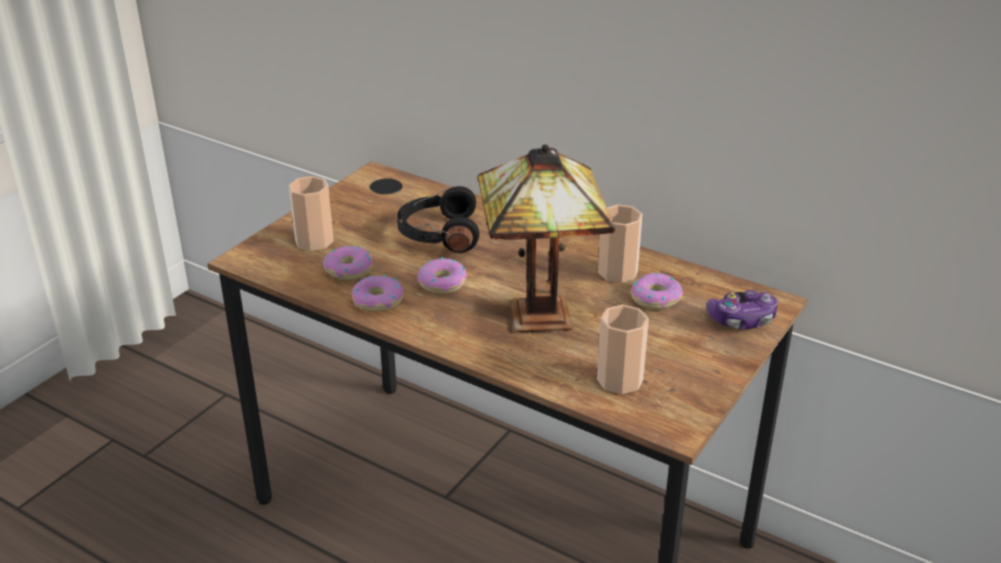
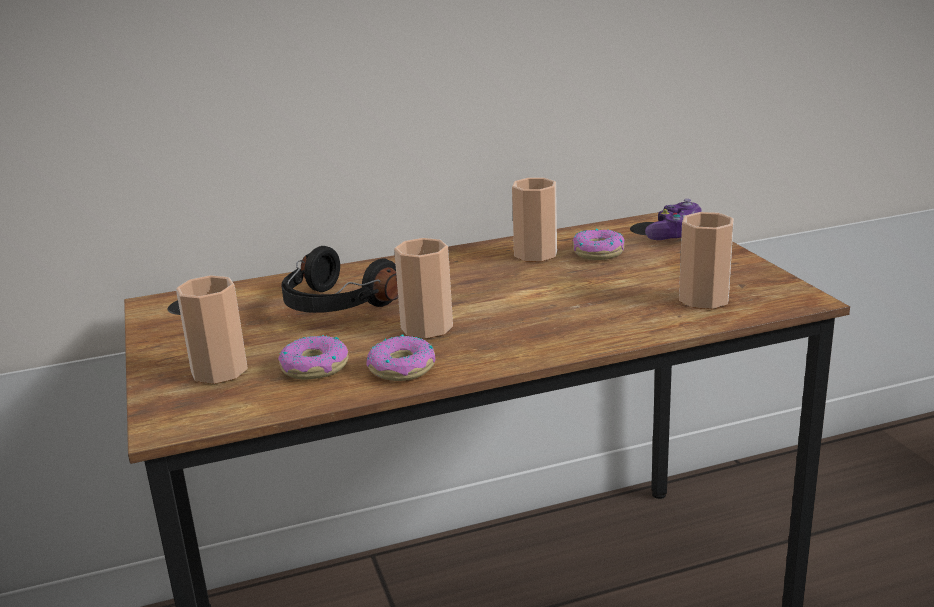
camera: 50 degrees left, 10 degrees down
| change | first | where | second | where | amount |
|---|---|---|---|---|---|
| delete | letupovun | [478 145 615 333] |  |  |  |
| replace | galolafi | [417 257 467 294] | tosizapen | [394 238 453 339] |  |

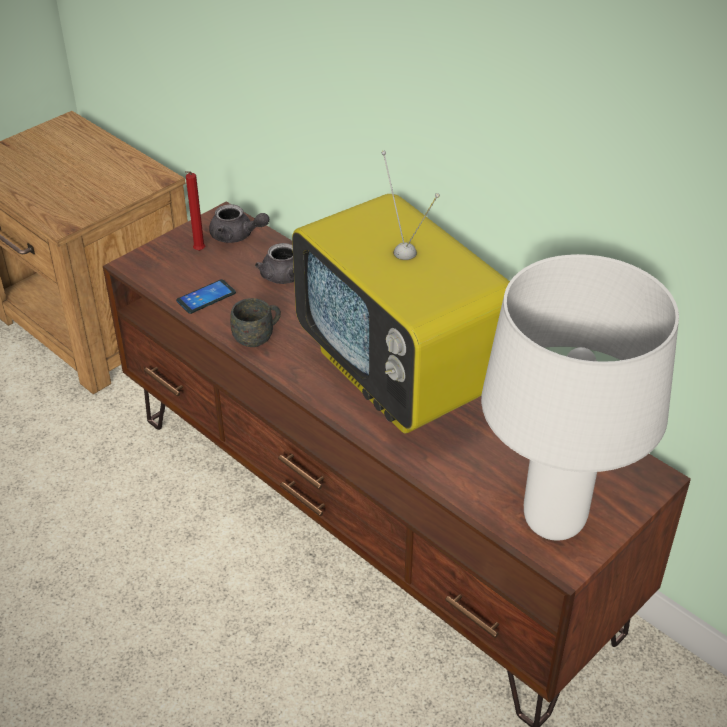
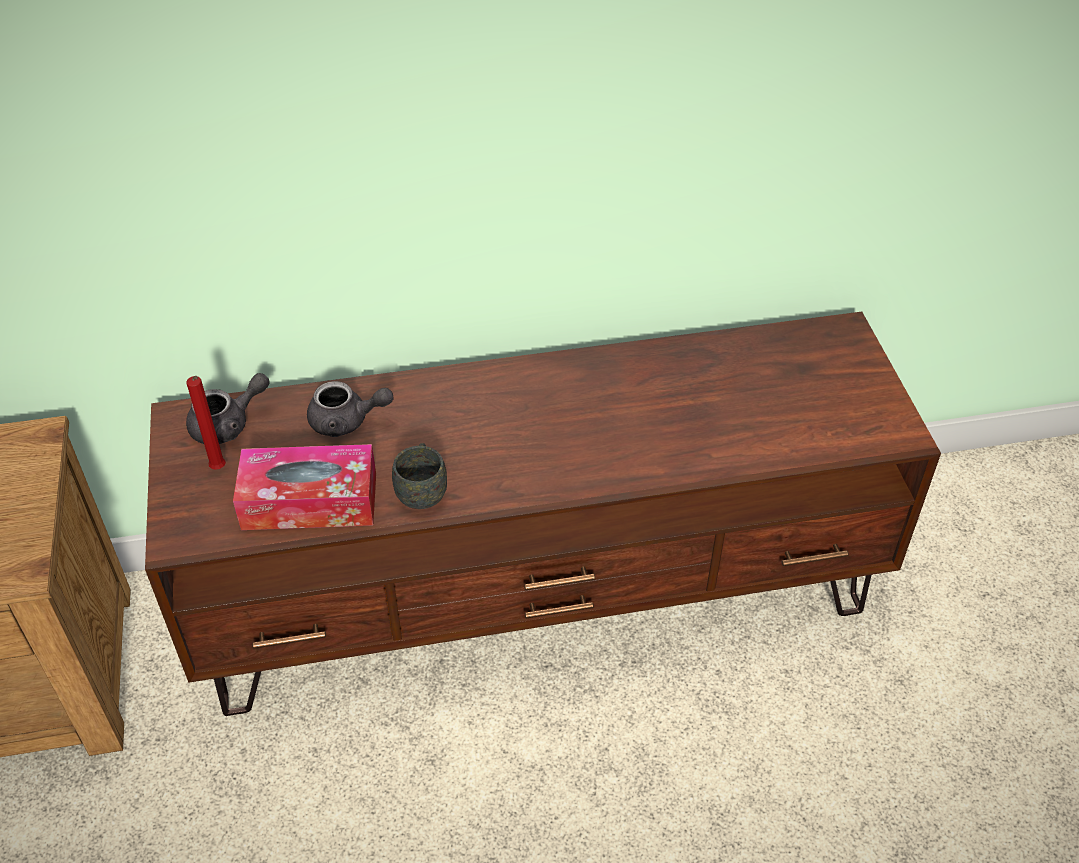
camera: 55 degrees left, 5 degrees up
| change | first | where | second | where | amount |
|---|---|---|---|---|---|
| delete | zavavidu | [292 151 510 433] |  |  |  |
| delete | white letupovun | [481 254 679 541] |  |  |  |
| replace | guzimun | [176 279 236 314] | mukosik | [233 444 376 530] |  |

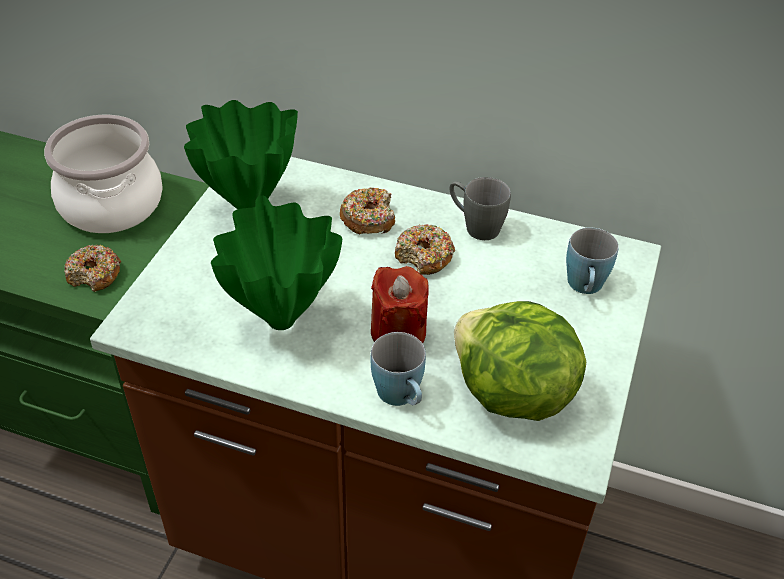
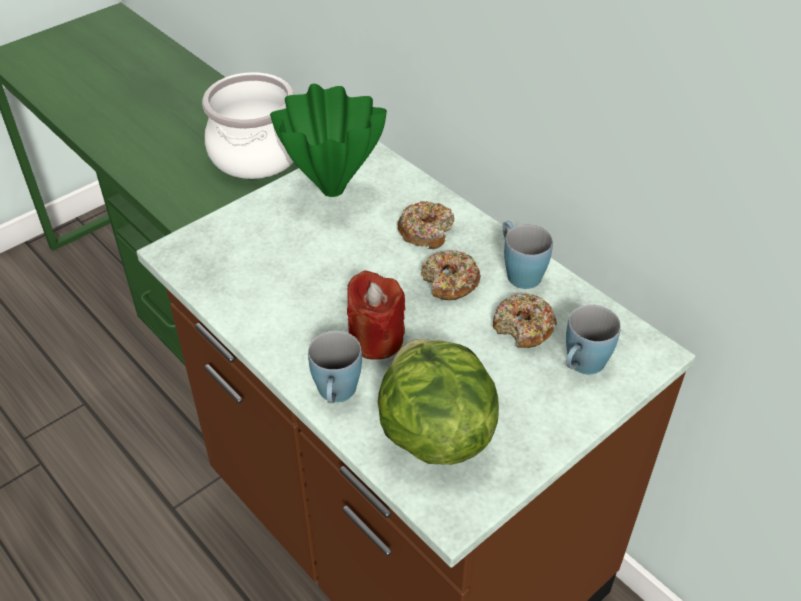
camera: 30 degrees right, 0 degrees up
| change | first | where | second | where | amount |
|---|---|---|---|---|---|
| recolor | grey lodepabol | [450 177 511 240] | blue lodepabol | [503 221 553 289] |  |
| delete | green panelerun | [211 195 342 330] |  |  |  |
| move | galolafi | [64 244 121 292] |  | [493 294 557 348] |  |

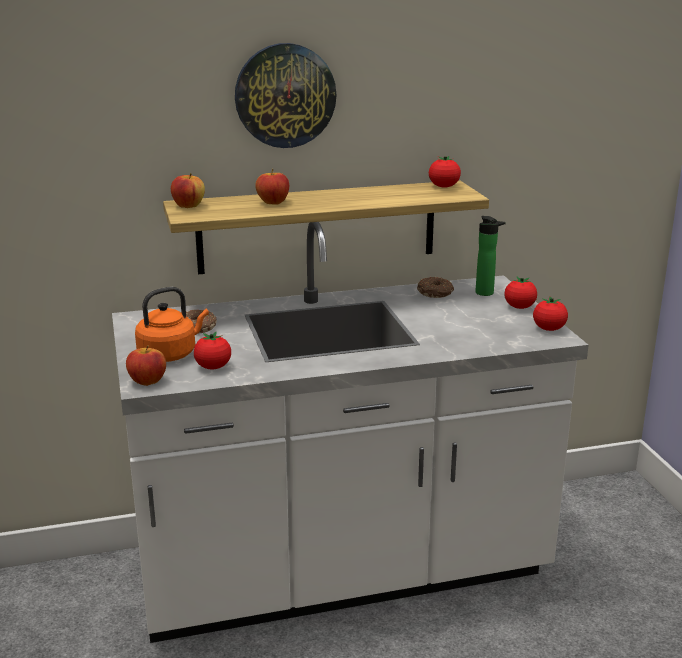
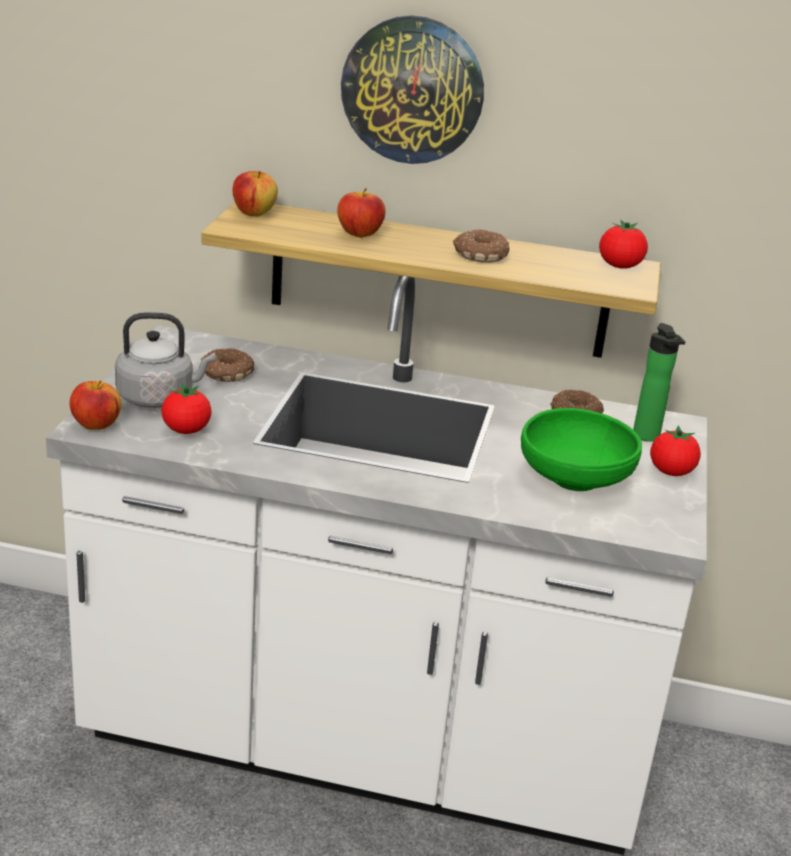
camera: 25 degrees right, 5 degrees up
| change | first | where | second | where | amount |
|---|---|---|---|---|---|
| recolor | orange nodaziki | [135 287 209 362] | grey nodaziki | [115 312 215 408] |  |
| delete | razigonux | [533 297 568 331] |  |  |  |
| insert |  |  | galolafi | [453 229 510 263] |  |
| insert |  |  | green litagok | [521 408 642 491] |  |

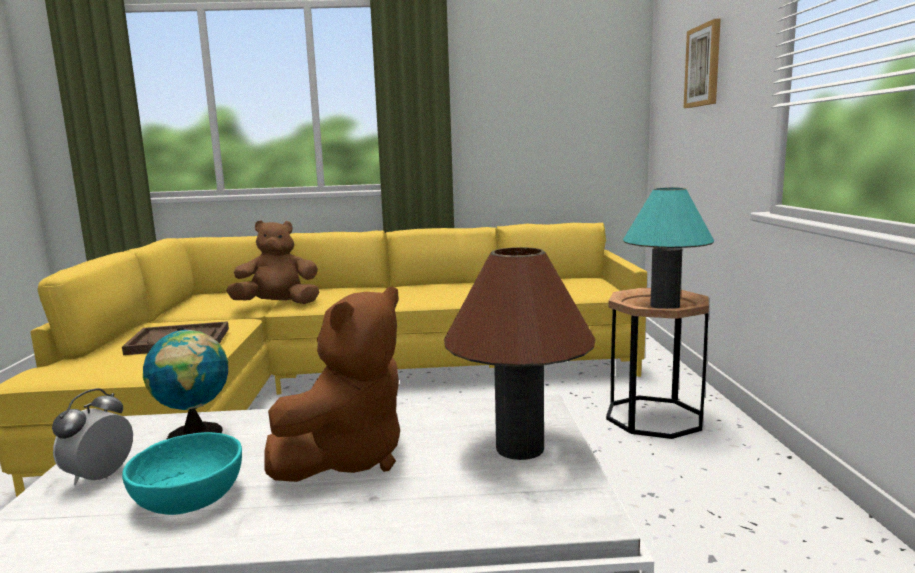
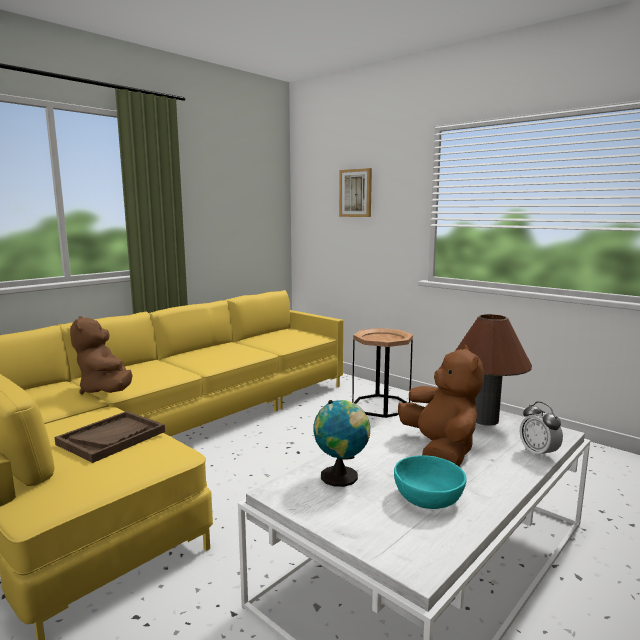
camera: 45 degrees left, 0 degrees up
| change | first | where | second | where | amount |
|---|---|---|---|---|---|
| delete | turquoise letupovun | [623 188 714 309] |  |  |  |
| rotate | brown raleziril | [226 220 320 304] |  | [70 316 132 395] | 60 degrees counterclockwise |
| move | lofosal | [52 388 133 485] |  | [520 402 563 460] |  |

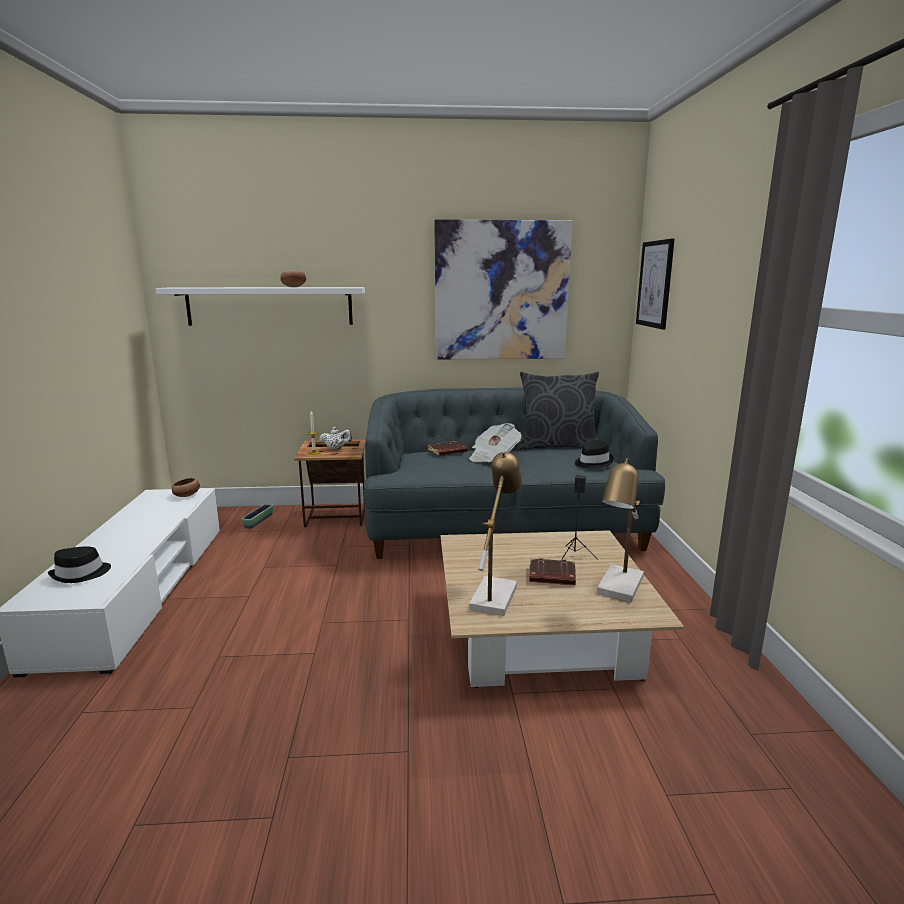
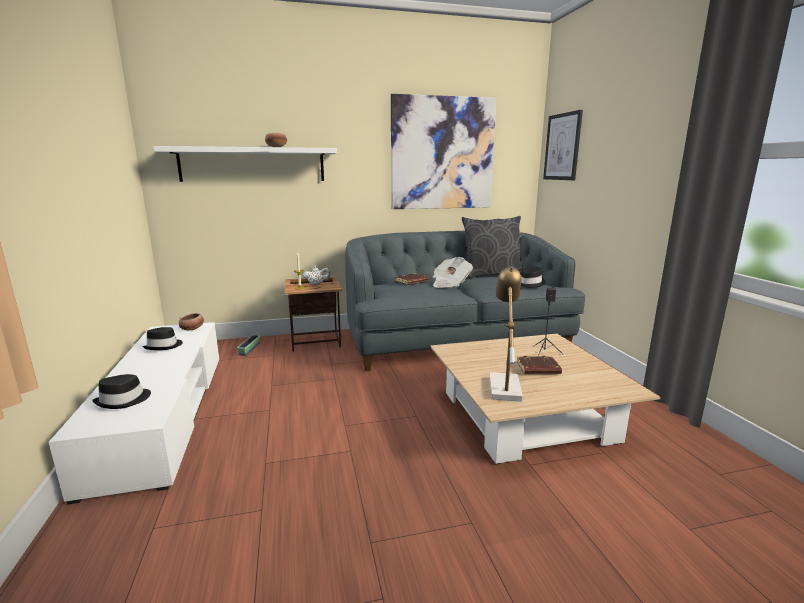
camera: 10 degrees left, 0 degrees up
| change | first | where | second | where | amount |
|---|---|---|---|---|---|
| delete | letupovun | [597 458 644 602] |  |  |  |
| insert |  |  | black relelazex | [142 327 183 350] |  |

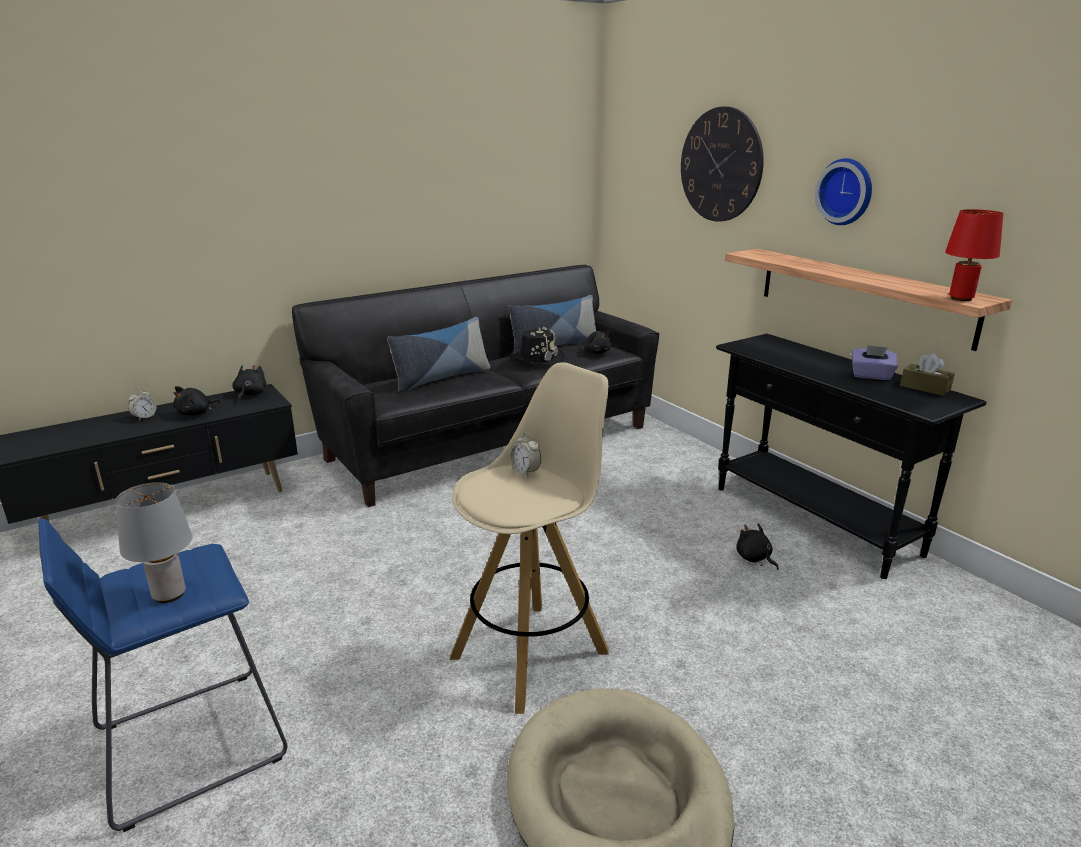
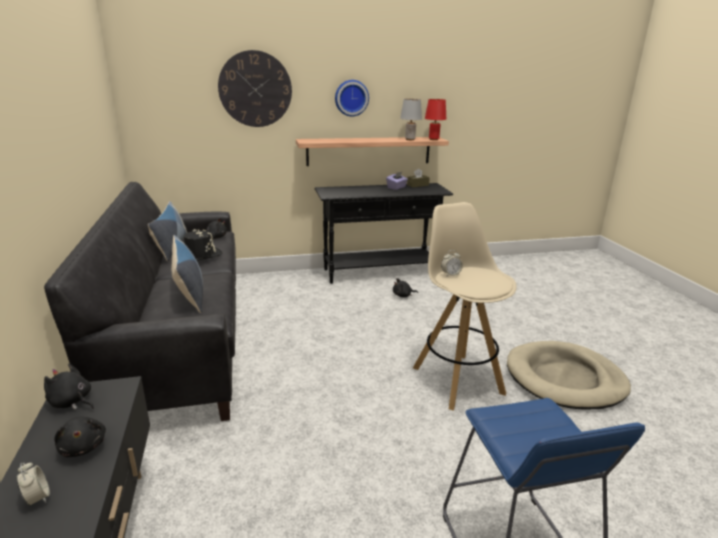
camera: 70 degrees left, 0 degrees up
| change | first | where | second | where | amount |
|---|---|---|---|---|---|
| move | grey letupovun | [115 482 192 603] |  | [400 99 422 140] |  |

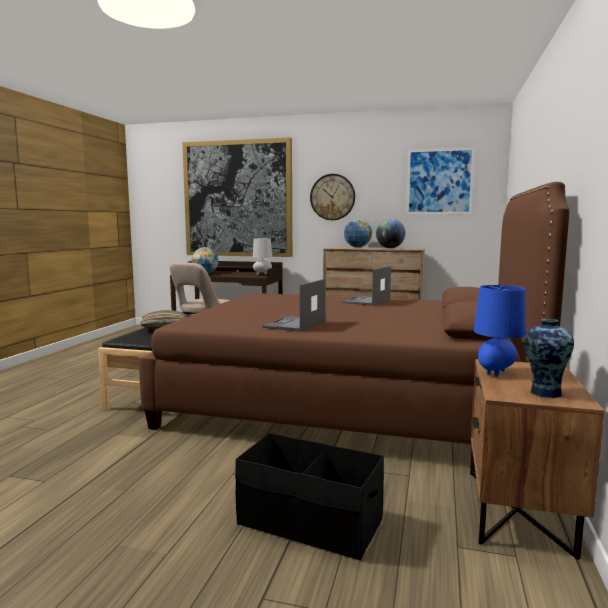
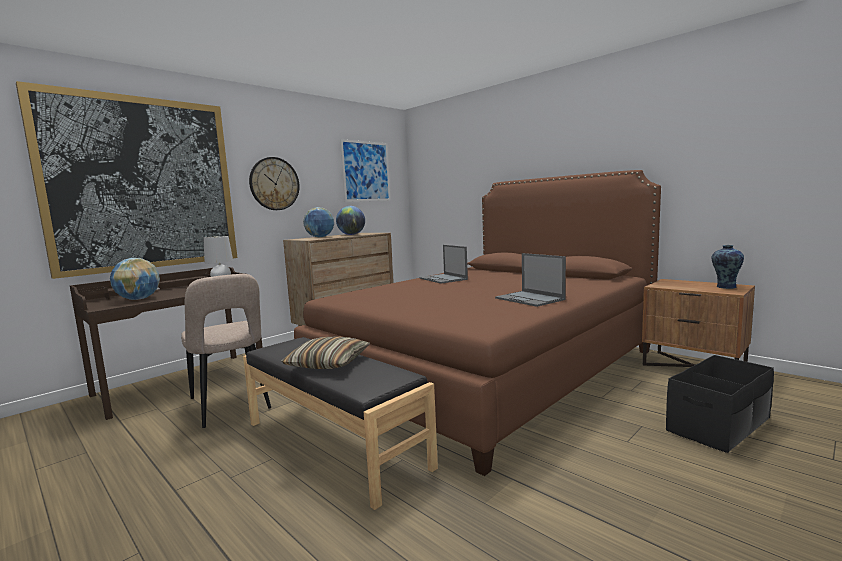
camera: 60 degrees left, 0 degrees up
| change | first | where | second | where | amount |
|---|---|---|---|---|---|
| delete | blue letupovun | [474 285 526 377] |  |  |  |

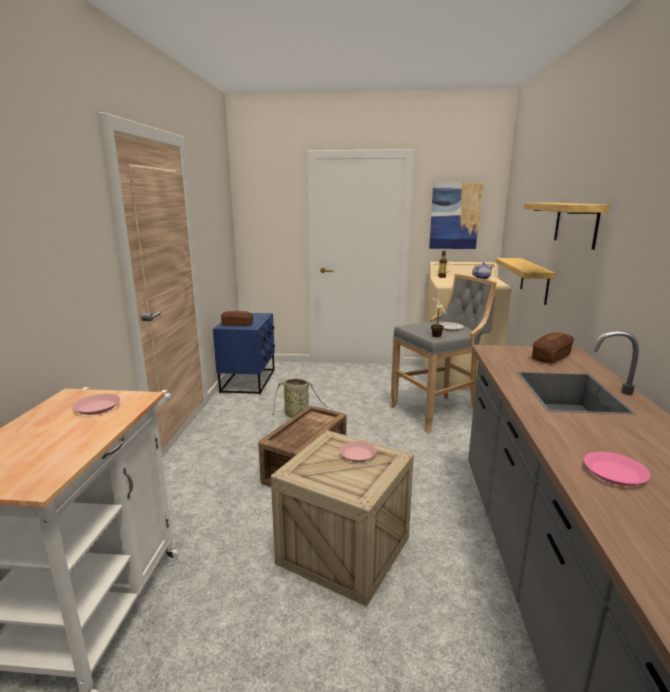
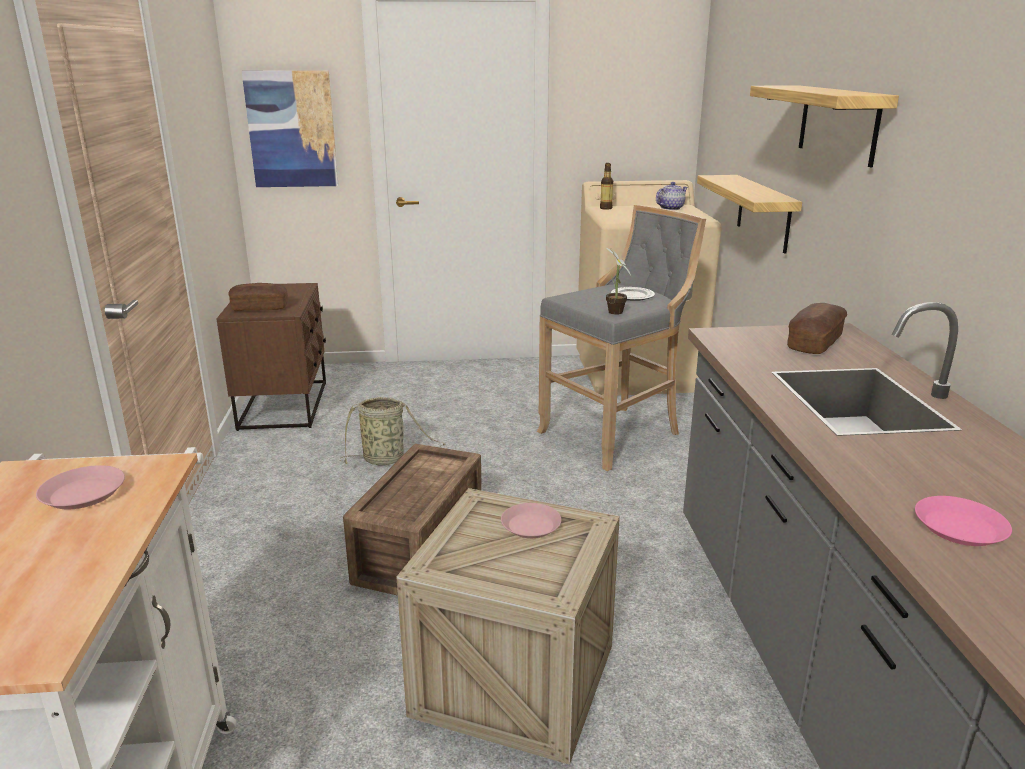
camera: 10 degrees left, 5 degrees up
| change | first | where | second | where | amount |
|---|---|---|---|---|---|
| move | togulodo | [429 182 483 249] |  | [242 70 338 187] |  |
| recolor | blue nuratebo | [213 313 275 395] | brown nuratebo | [217 283 326 431] |  |

